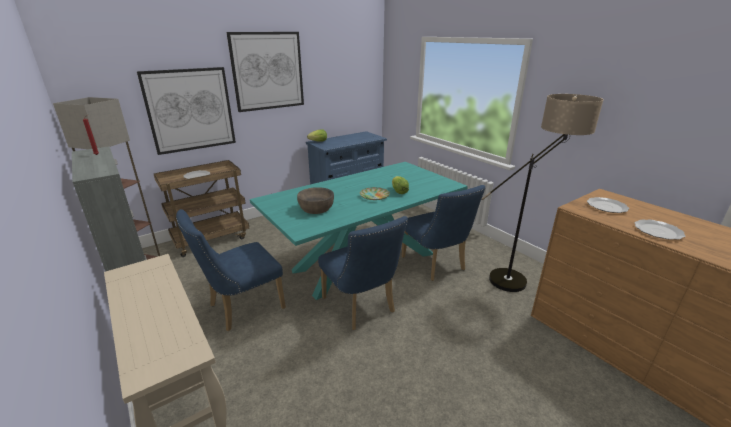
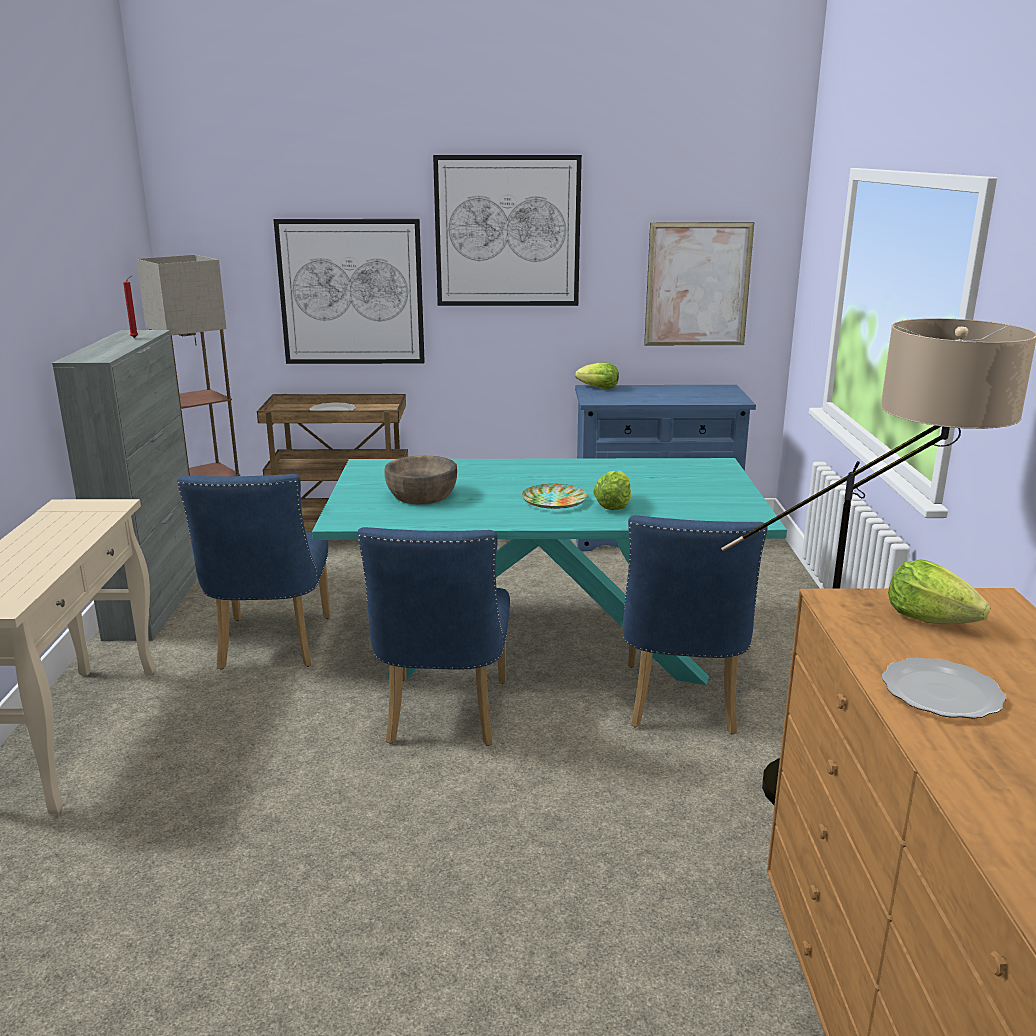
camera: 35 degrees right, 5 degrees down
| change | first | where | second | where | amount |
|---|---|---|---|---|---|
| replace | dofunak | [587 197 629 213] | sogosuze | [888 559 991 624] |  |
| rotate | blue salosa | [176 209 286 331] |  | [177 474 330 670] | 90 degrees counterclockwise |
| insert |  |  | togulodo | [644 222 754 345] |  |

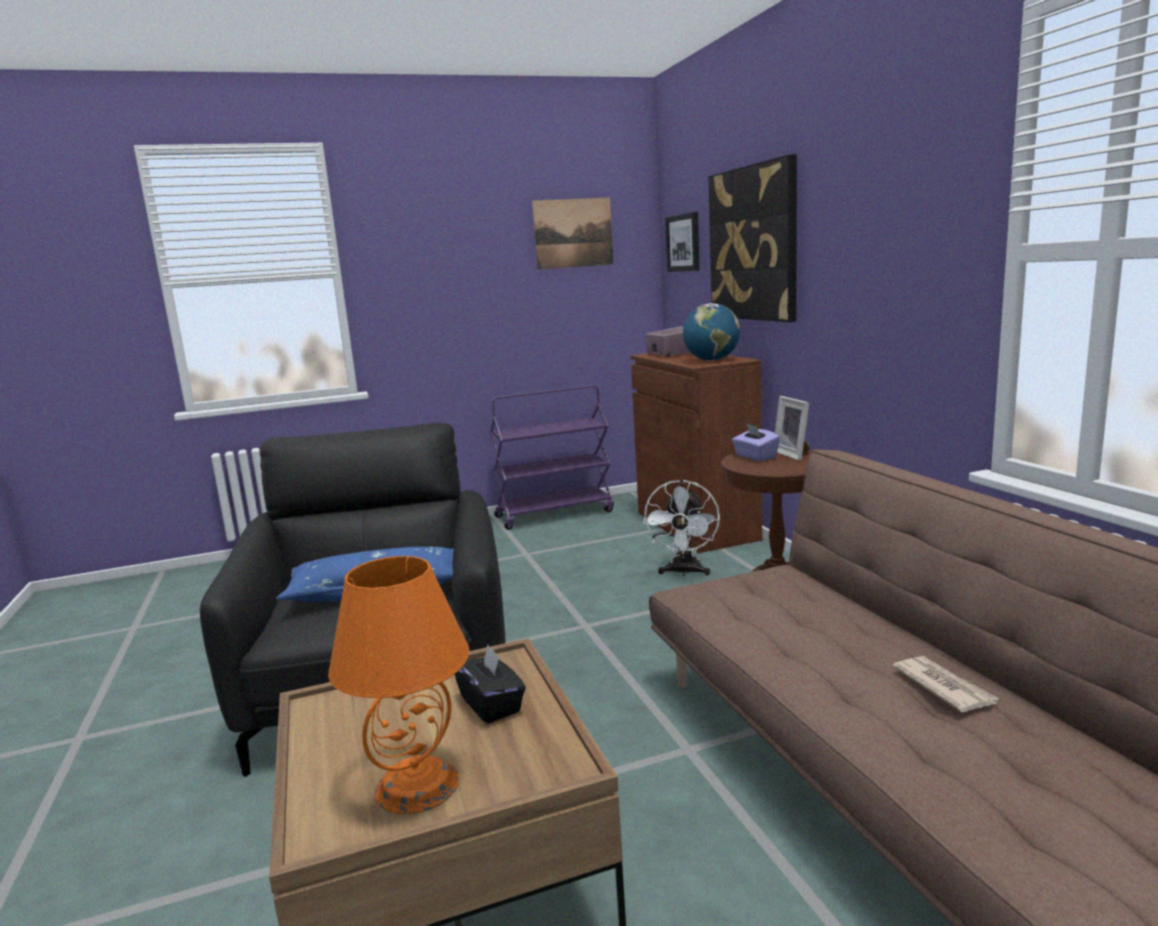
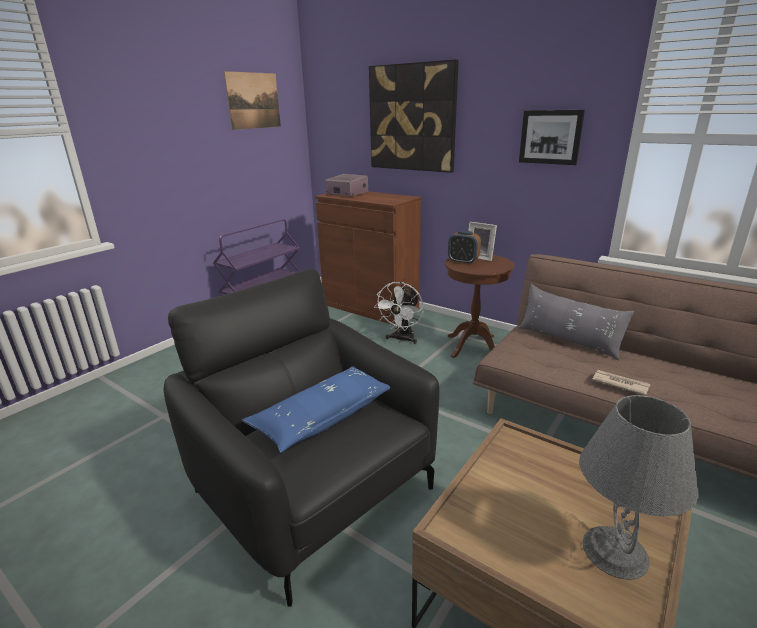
camera: 35 degrees left, 10 degrees up
| change | first | where | second | where | amount |
|---|---|---|---|---|---|
| move | togulodo | [665 212 700 272] |  | [519 110 585 165] |  |
| delete | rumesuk | [683 303 740 361] |  |  |  |
| replace | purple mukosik | [732 423 780 461] | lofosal | [448 231 481 265] |  |
| rotate | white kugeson | [643 479 720 576] |  | [374 282 424 344] | 45 degrees clockwise |
| recolor | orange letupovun | [328 556 470 814] | grey letupovun | [579 395 699 580] |  |
| delete | black mukosik | [455 645 526 724] |  |  |  |
| move | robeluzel | [892 656 999 712] |  | [592 370 651 396] |  |
| insert |  |  | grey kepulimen | [518 284 634 360] |  |

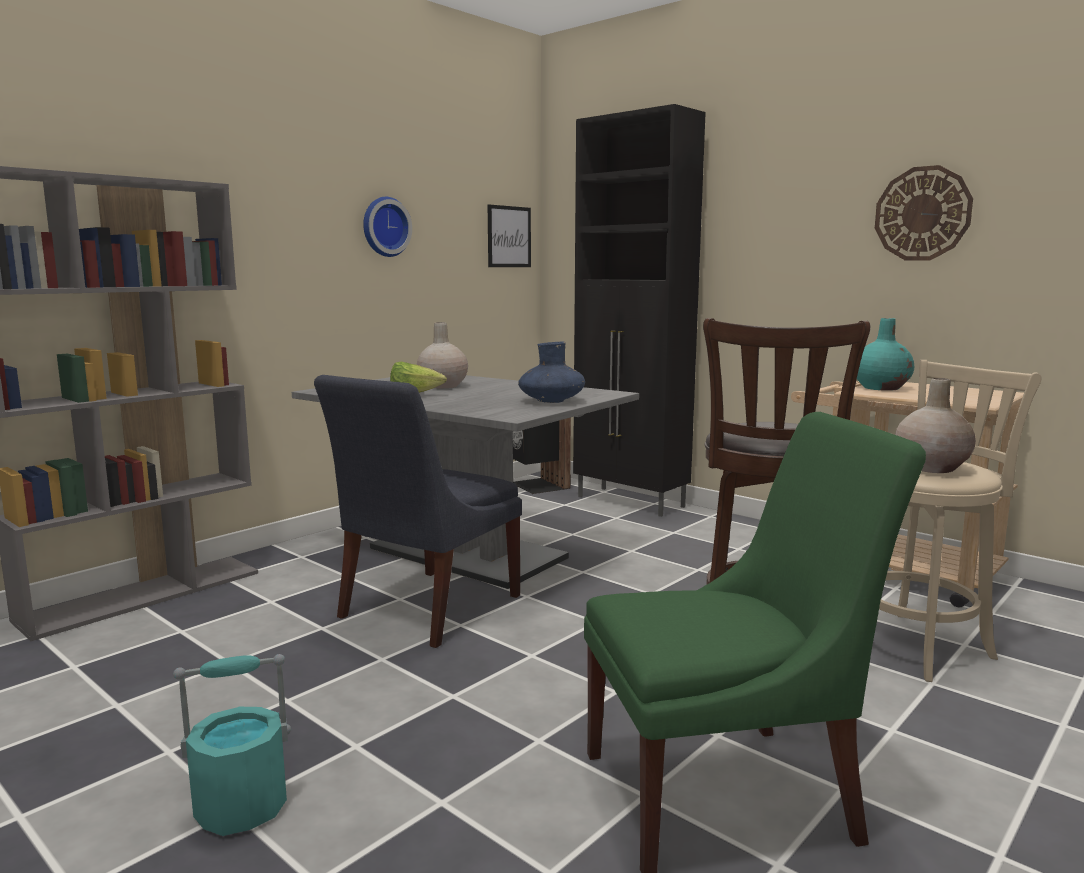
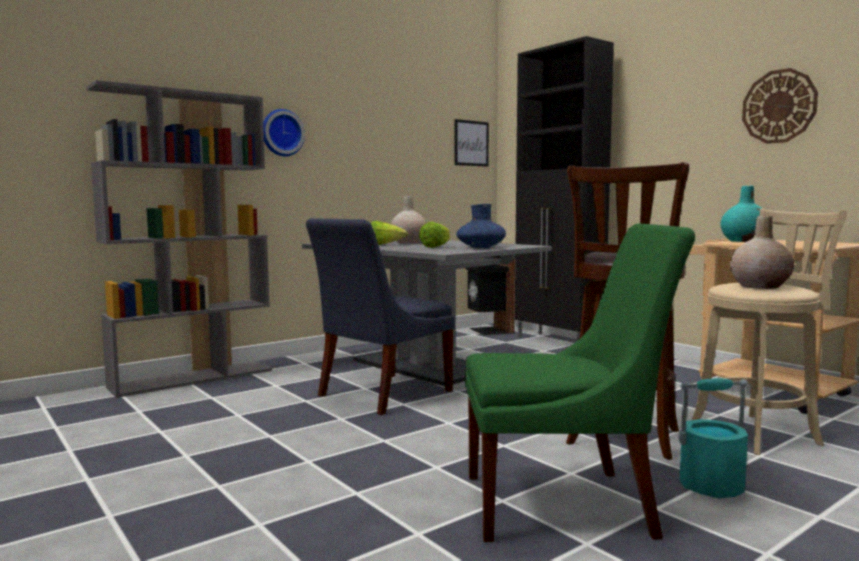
camera: 10 degrees right, 5 degrees down
| change | first | where | second | where | amount |
|---|---|---|---|---|---|
| move | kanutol | [363 197 412 257] |  | [263 109 305 156] |  |
| move | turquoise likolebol | [173 654 291 836] |  | [678 378 748 498] |  |
| insert |  |  | sogosuze | [419 222 450 248] |  |

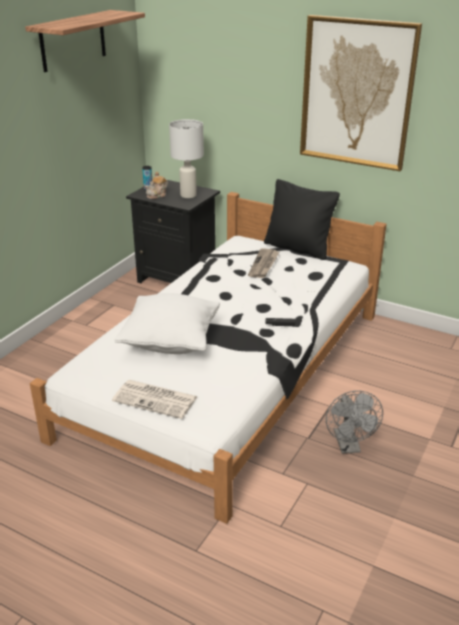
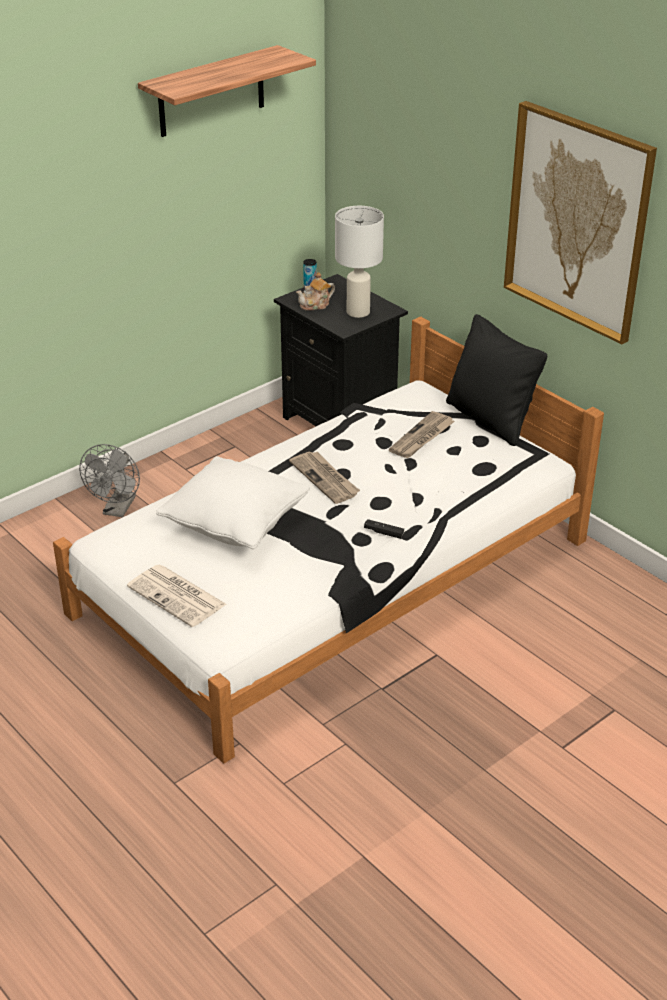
camera: 20 degrees right, 5 degrees up
| change | first | where | second | where | amount |
|---|---|---|---|---|---|
| move | grey kugeson | [326 390 383 454] |  | [79 444 140 517] |  |
| insert |  |  | robeluzel | [289 452 360 504] |  |

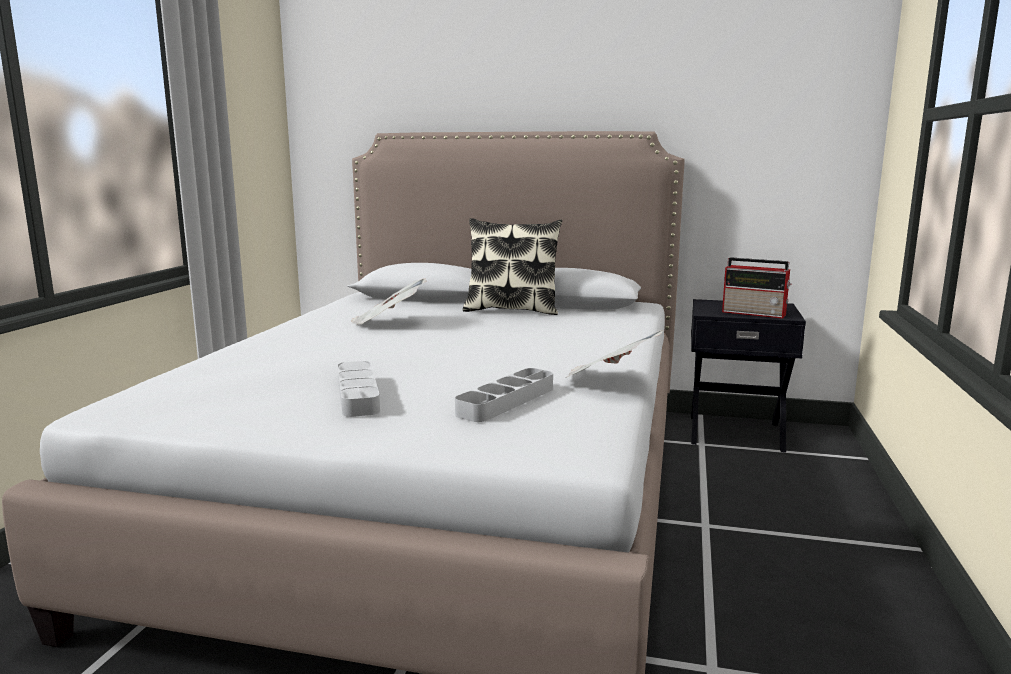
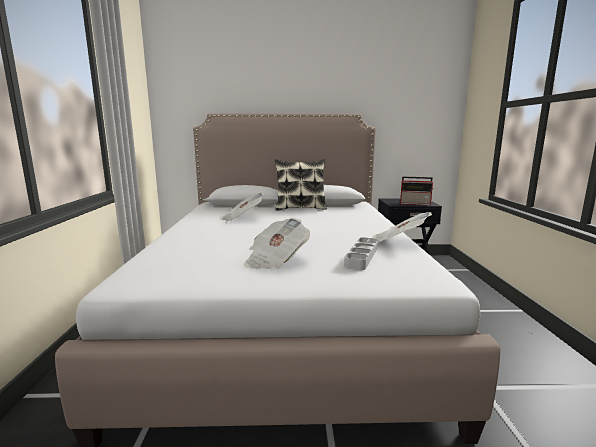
camera: 15 degrees left, 0 degrees up
| change | first | where | second | where | amount |
|---|---|---|---|---|---|
| replace | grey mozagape | [337 361 380 417] | robeluzel | [244 218 310 269] |  |

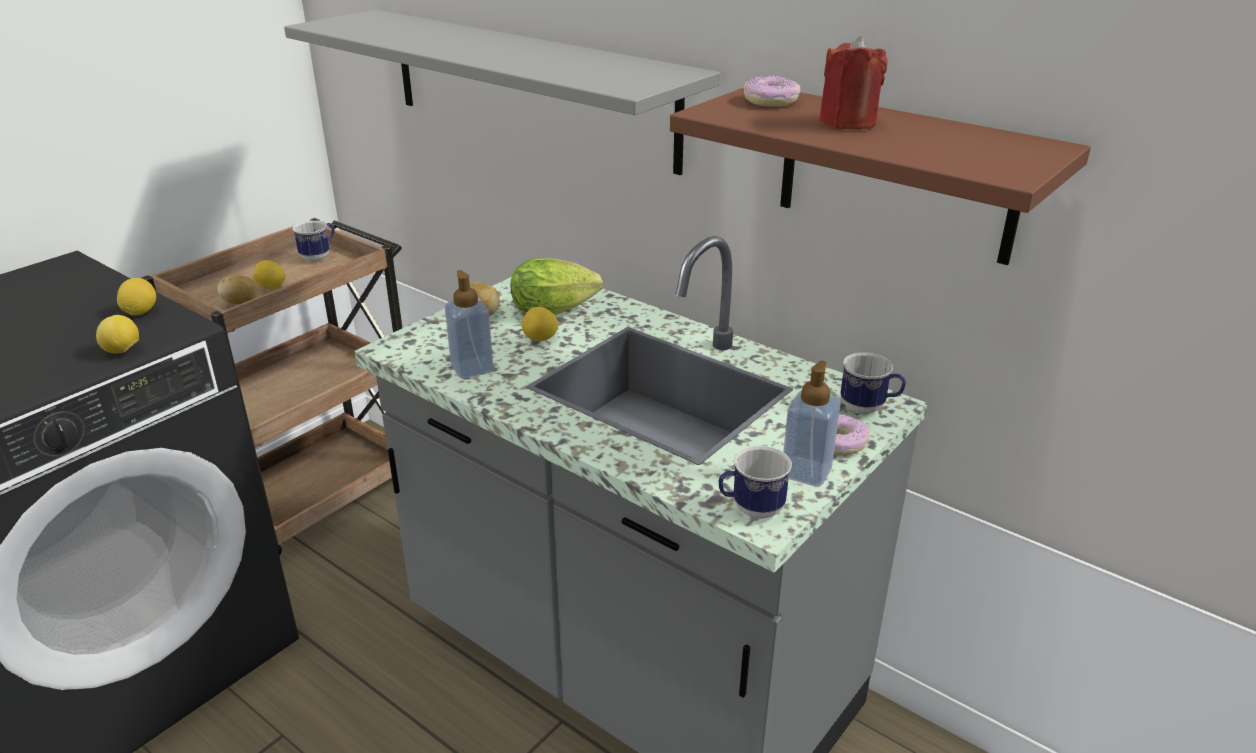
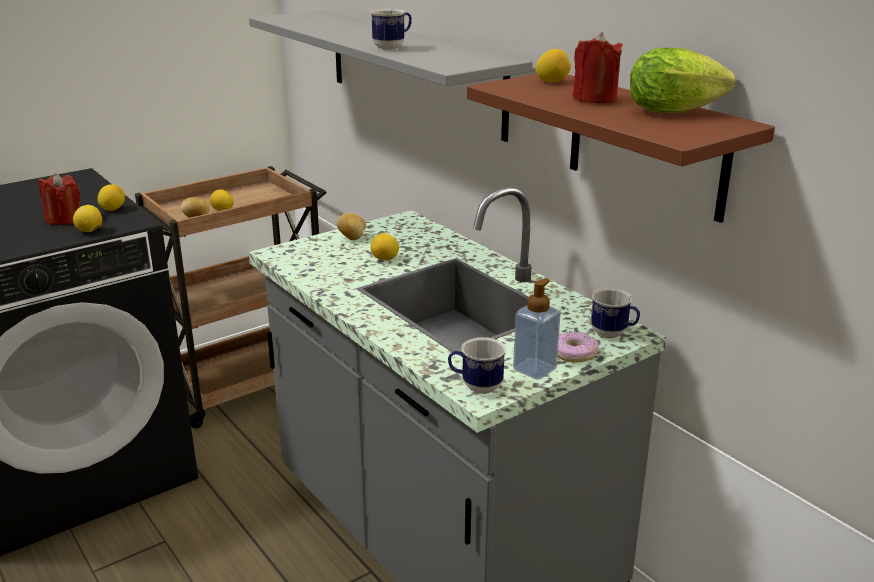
camera: 15 degrees right, 5 degrees down
| change | first | where | second | where | amount |
|---|---|---|---|---|---|
| replace | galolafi | [743 75 800 107] | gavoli | [536 49 571 83] |  |
| move | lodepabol | [293 220 334 262] |  | [371 9 412 50] |  |
| move | sogosuze | [510 258 603 314] |  | [630 48 735 113] |  |
| delete | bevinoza | [445 270 494 379] |  |  |  |
| insert |  |  | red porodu | [39 173 80 225] |  |

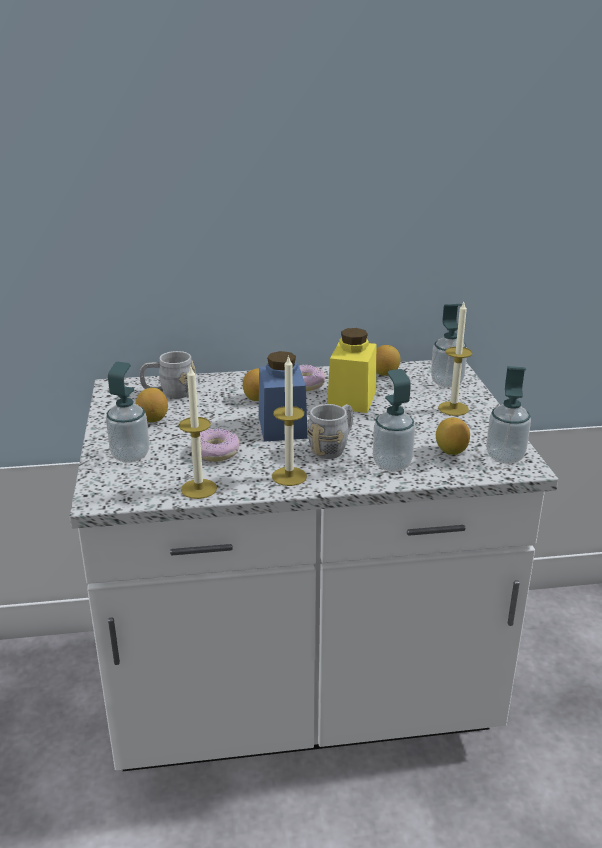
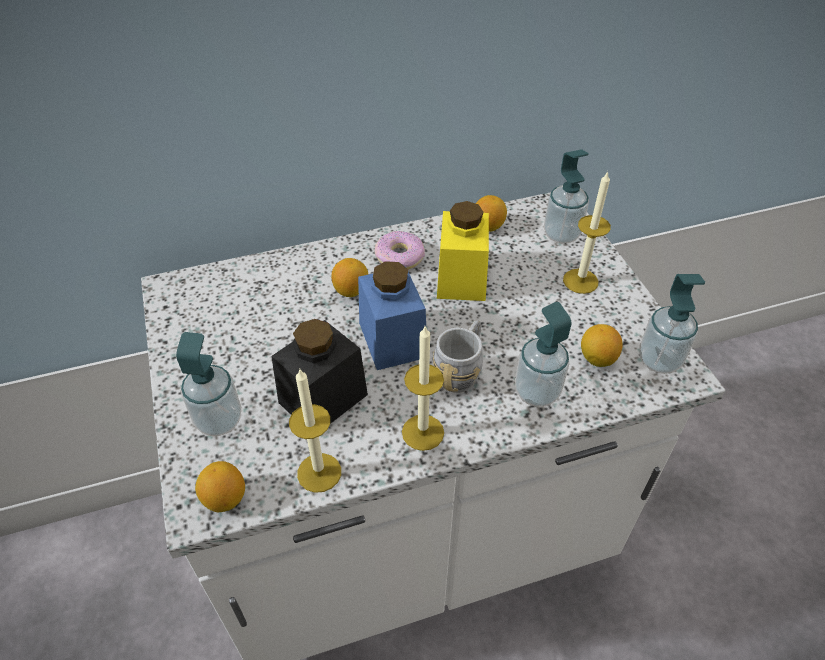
camera: 10 degrees left, 20 degrees up
| change | first | where | second | where | amount |
|---|---|---|---|---|---|
| delete | grey lodepabol | [140 351 196 399] |  |  |  |
| move | gavoli | [136 388 168 422] |  | [195 461 245 512] |  |
| replace | galolafi | [191 428 240 461] | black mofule | [271 319 368 424] |  |

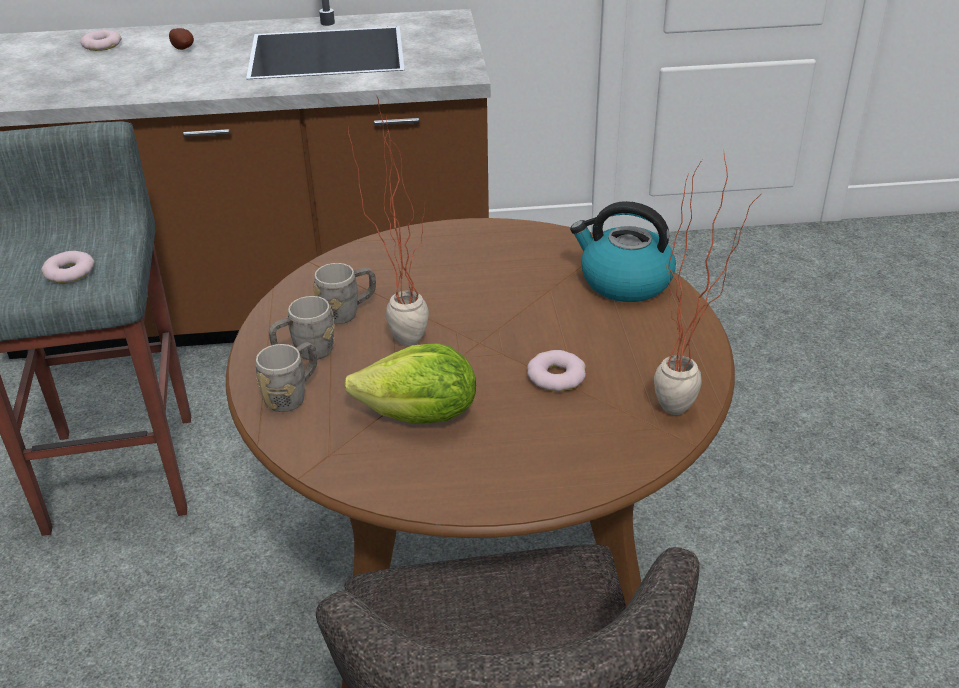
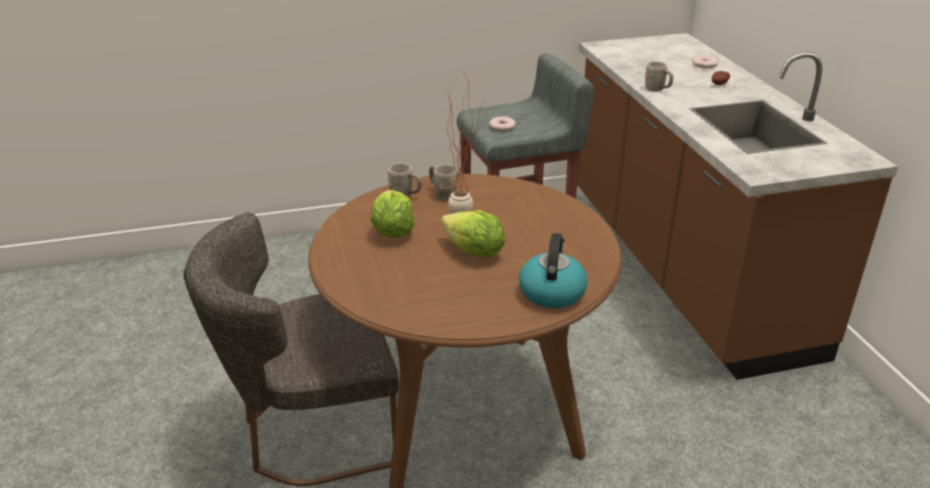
camera: 80 degrees right, 5 degrees down
| change | first | where | second | where | amount |
|---|---|---|---|---|---|
| delete | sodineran | [654 154 759 415] |  |  |  |
| move | grey lodepabol | [313 263 376 324] |  | [645 61 673 91] |  |
| delete | galolafi | [527 350 586 391] |  |  |  |
| insert |  |  | sogosuze | [441 210 505 258] |  |

